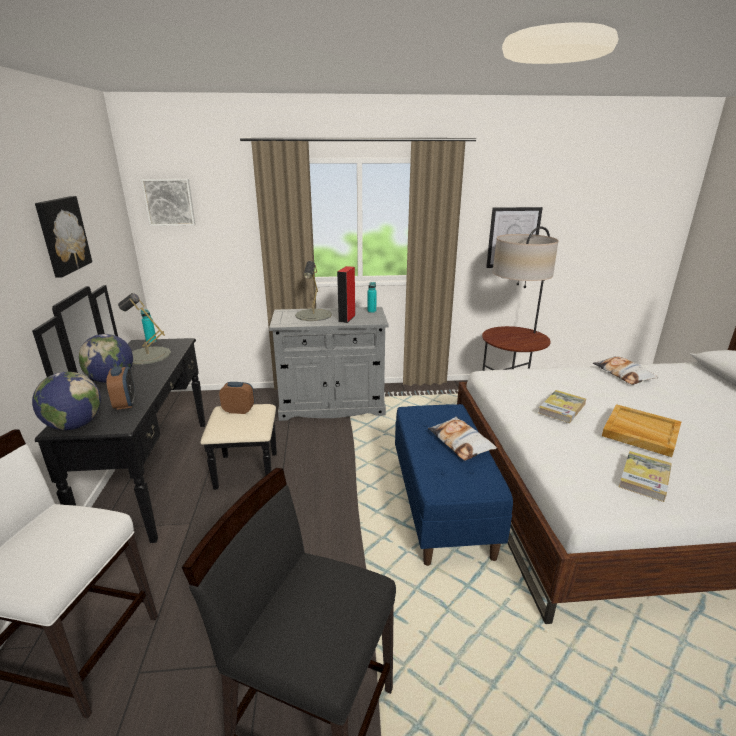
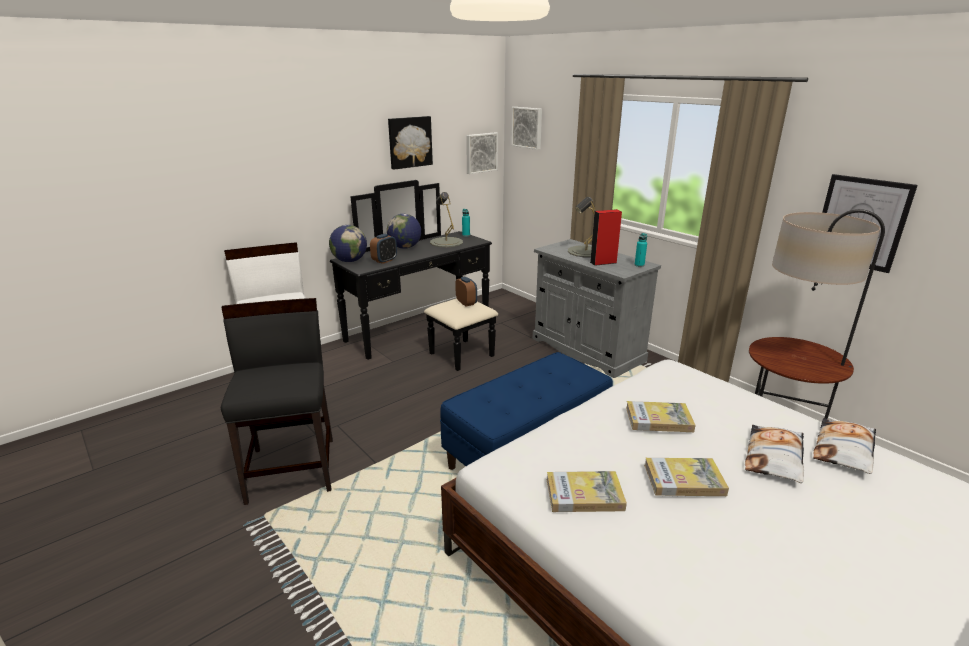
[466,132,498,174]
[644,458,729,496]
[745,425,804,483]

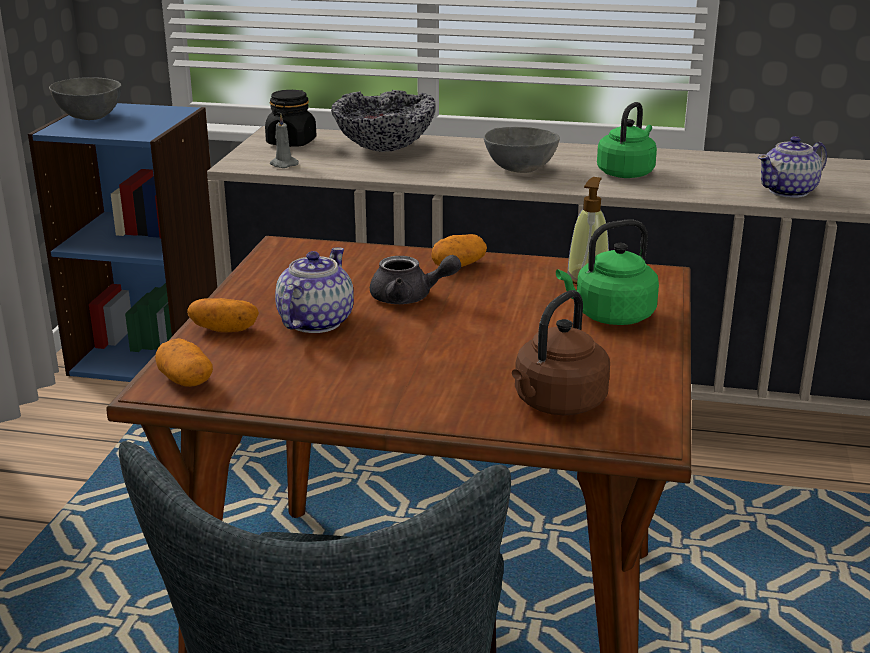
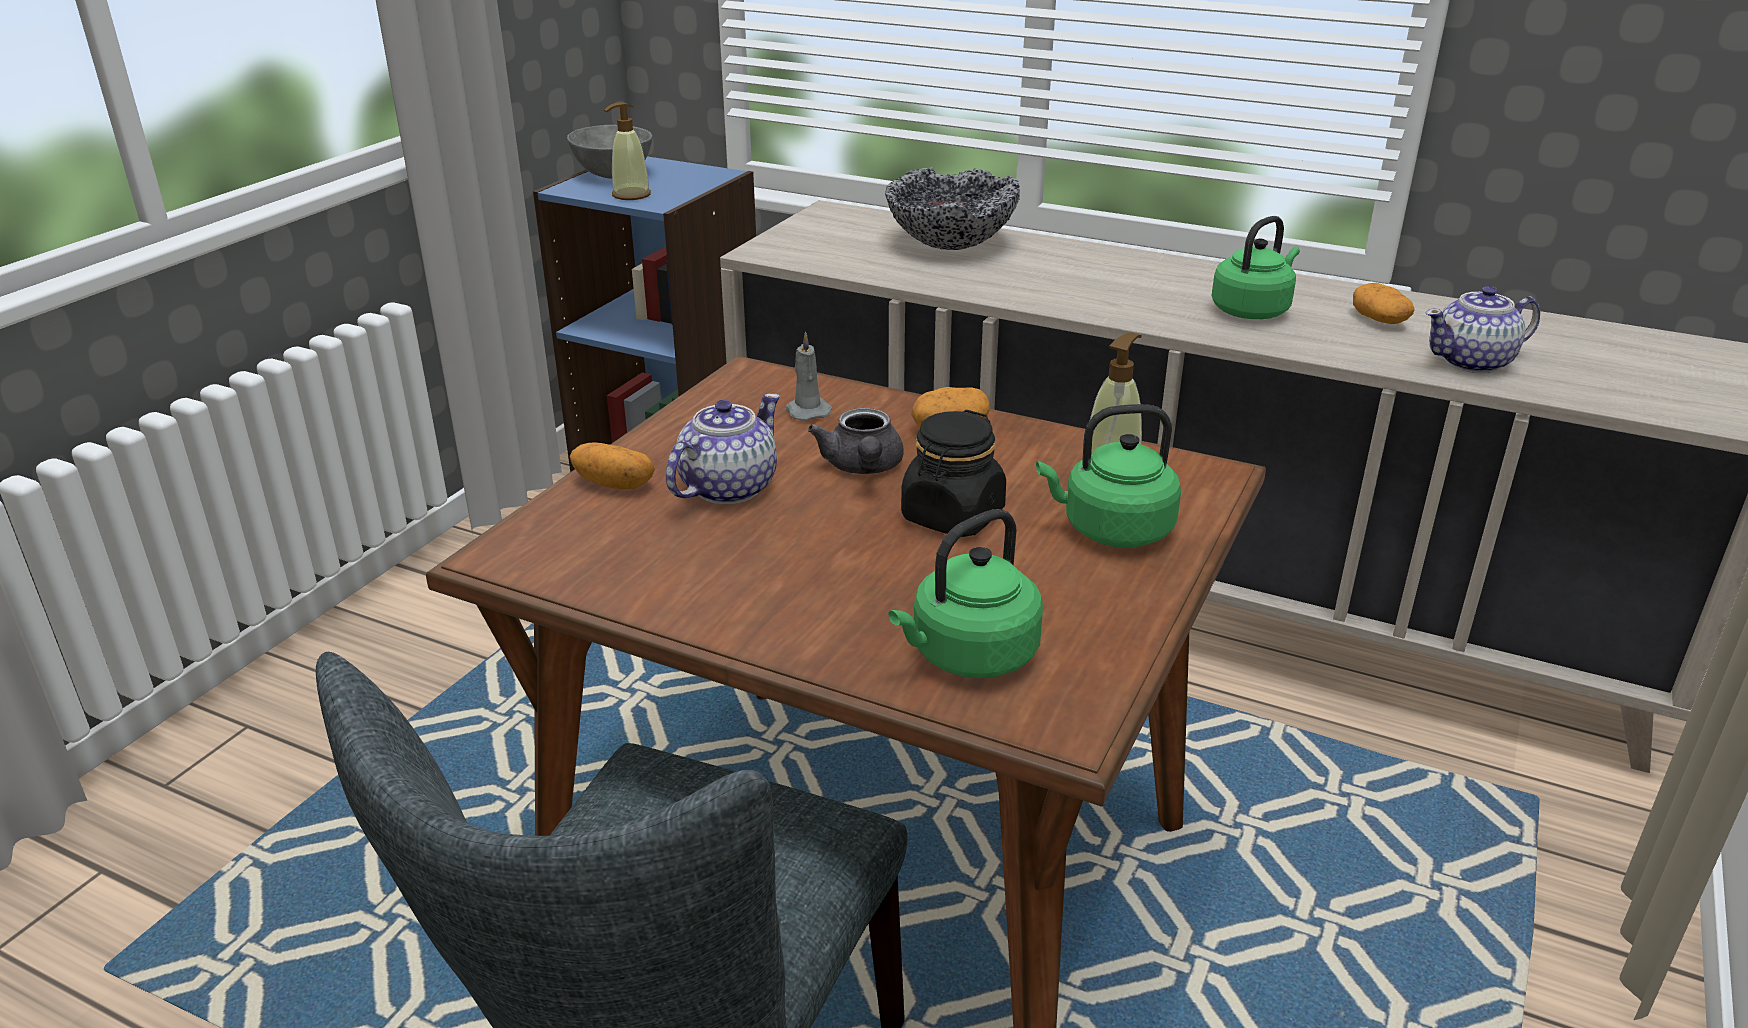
[604,102,651,200]
[786,331,832,421]
[808,408,904,474]
[888,509,1043,678]
[901,410,1006,537]
[1353,283,1415,324]
[484,127,560,173] (first image)

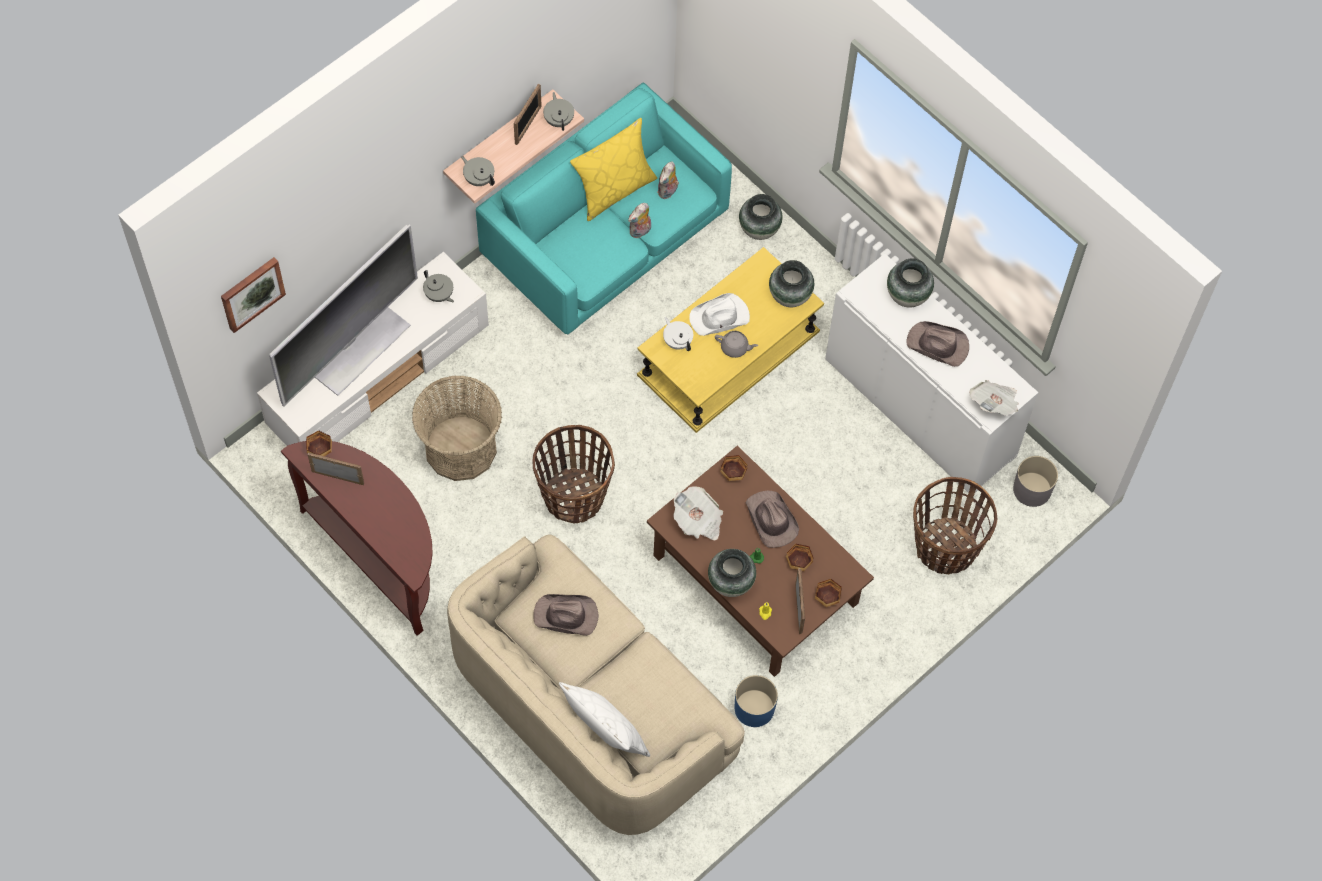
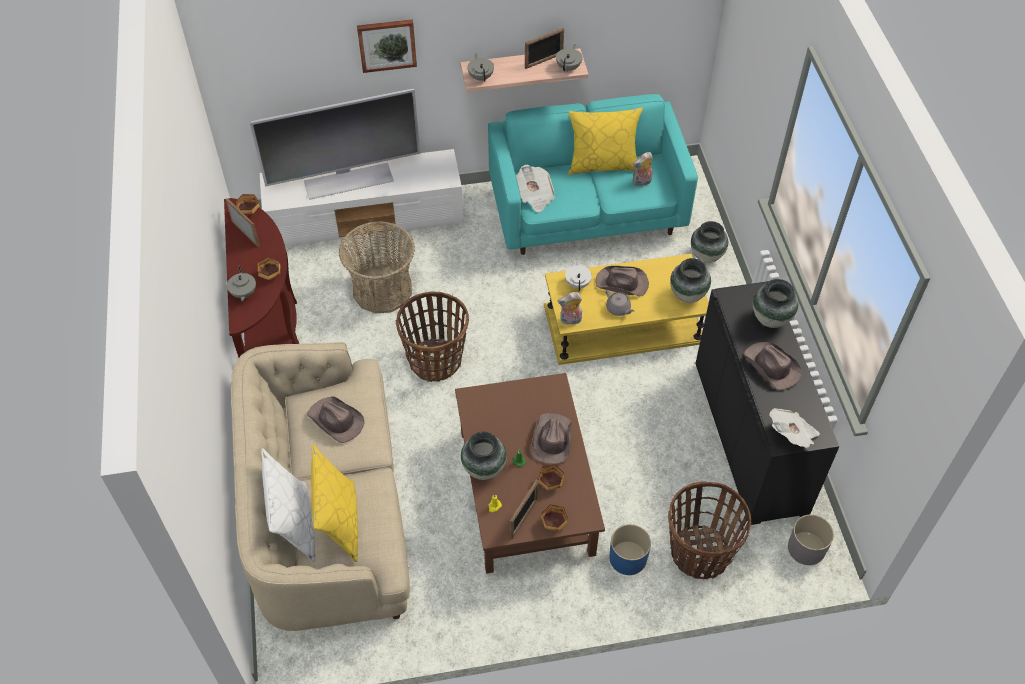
[227,266,256,301]
[257,257,281,280]
[311,444,358,562]
[357,19,417,73]
[516,165,555,212]
[558,292,582,325]
[596,266,649,296]
[609,524,651,575]
[695,281,840,525]

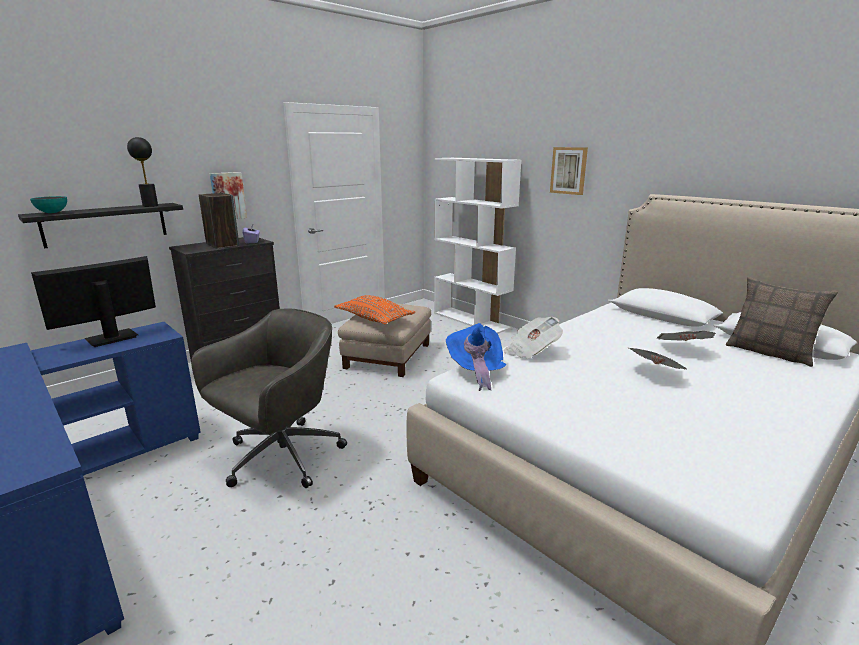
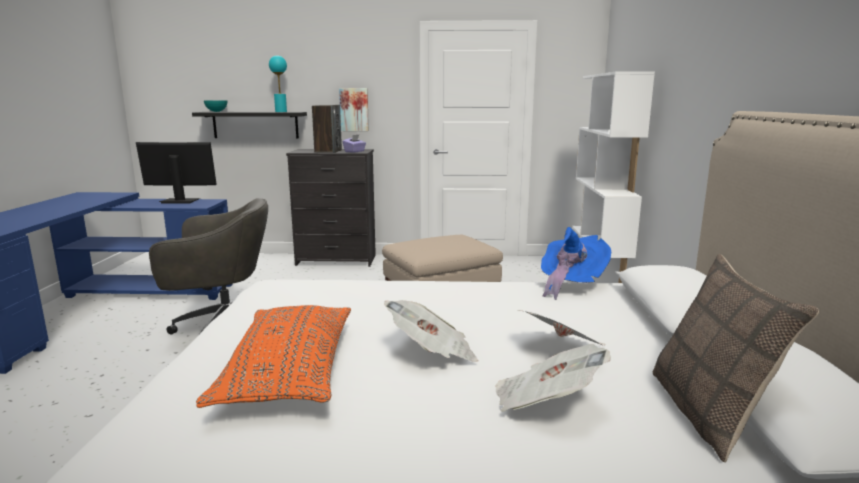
[196,305,351,408]
[269,56,287,112]
[495,344,611,412]
[541,227,611,300]
[550,147,588,195] (first image)

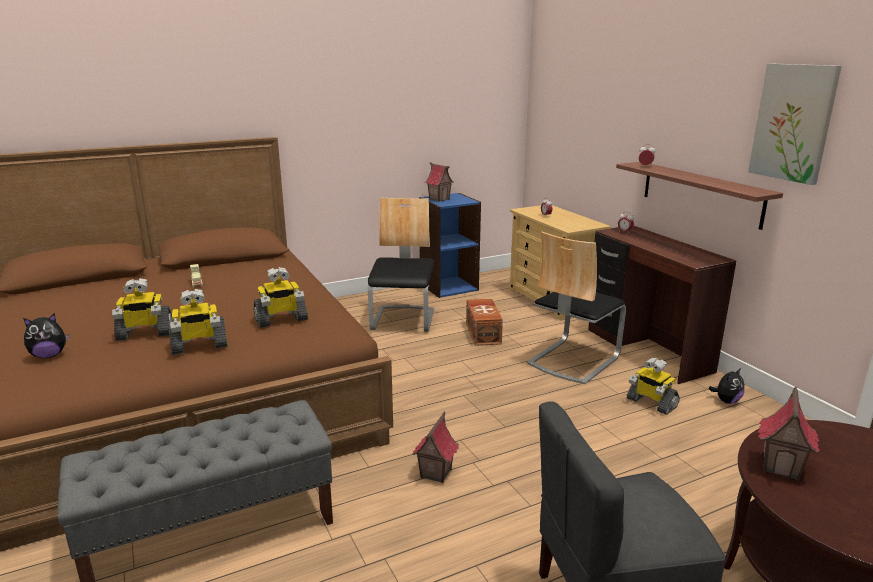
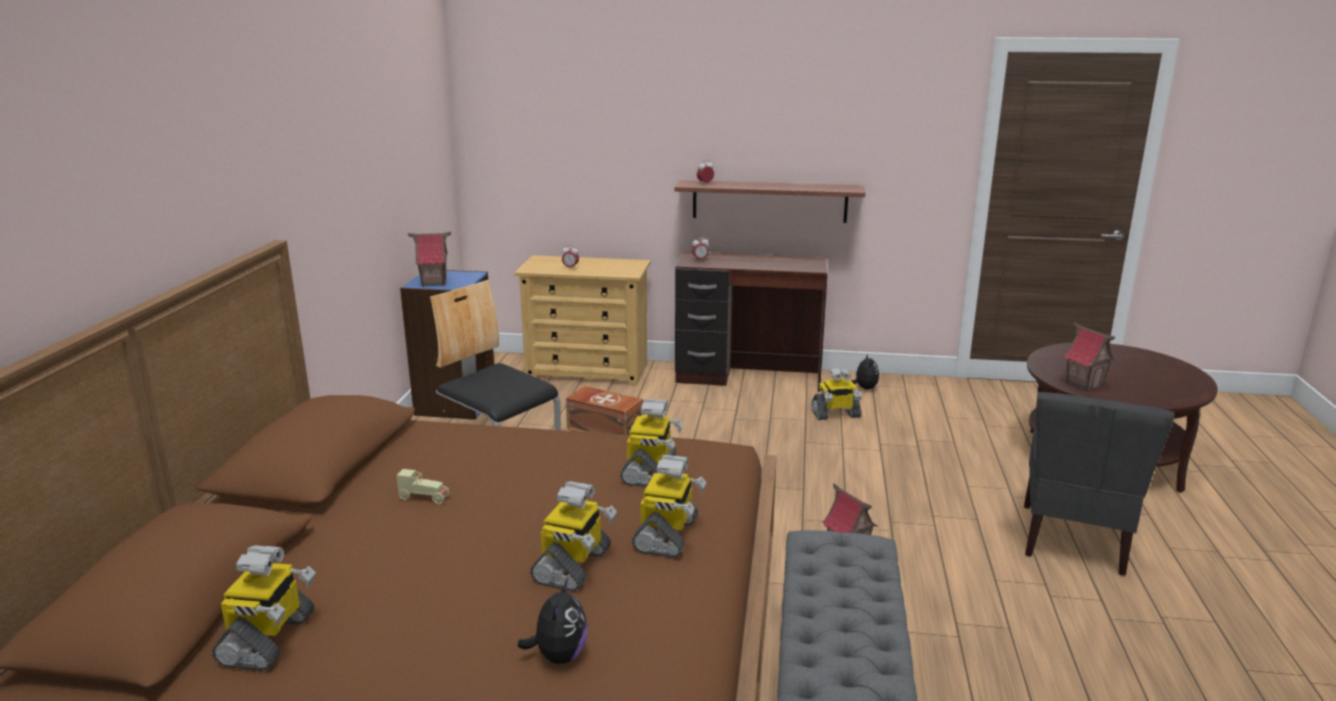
[212,545,316,671]
[527,231,626,384] (first image)
[748,63,842,185] (first image)

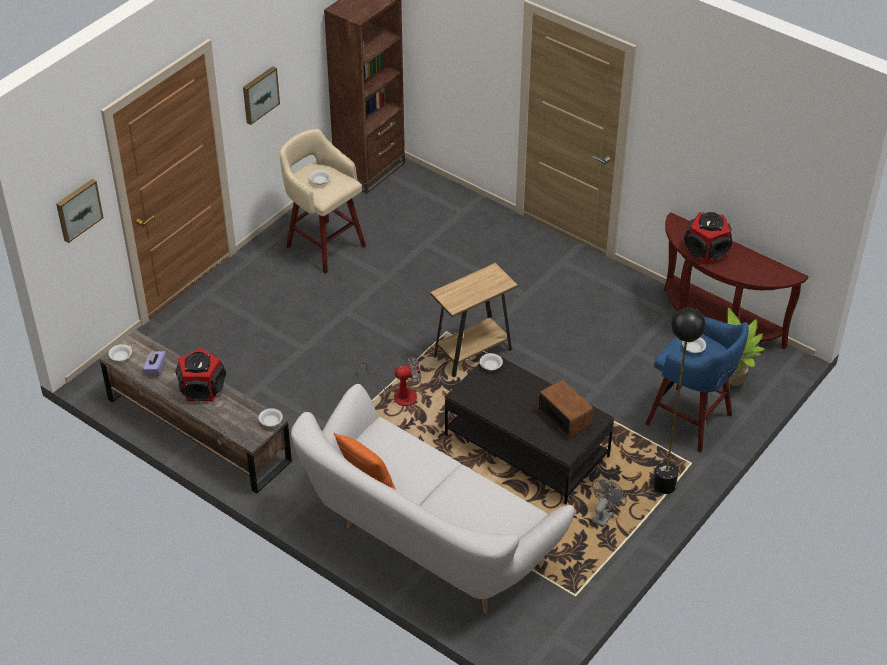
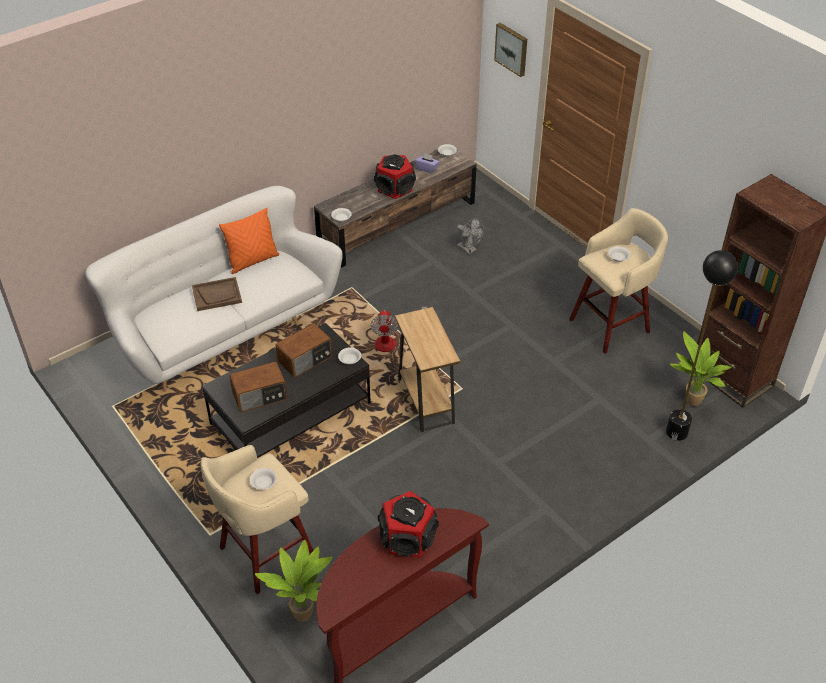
[192,277,242,311]
[201,445,314,594]
[276,323,332,378]
[457,218,484,254]
[666,250,738,440]
[670,331,733,406]
[243,66,280,125] (first image)

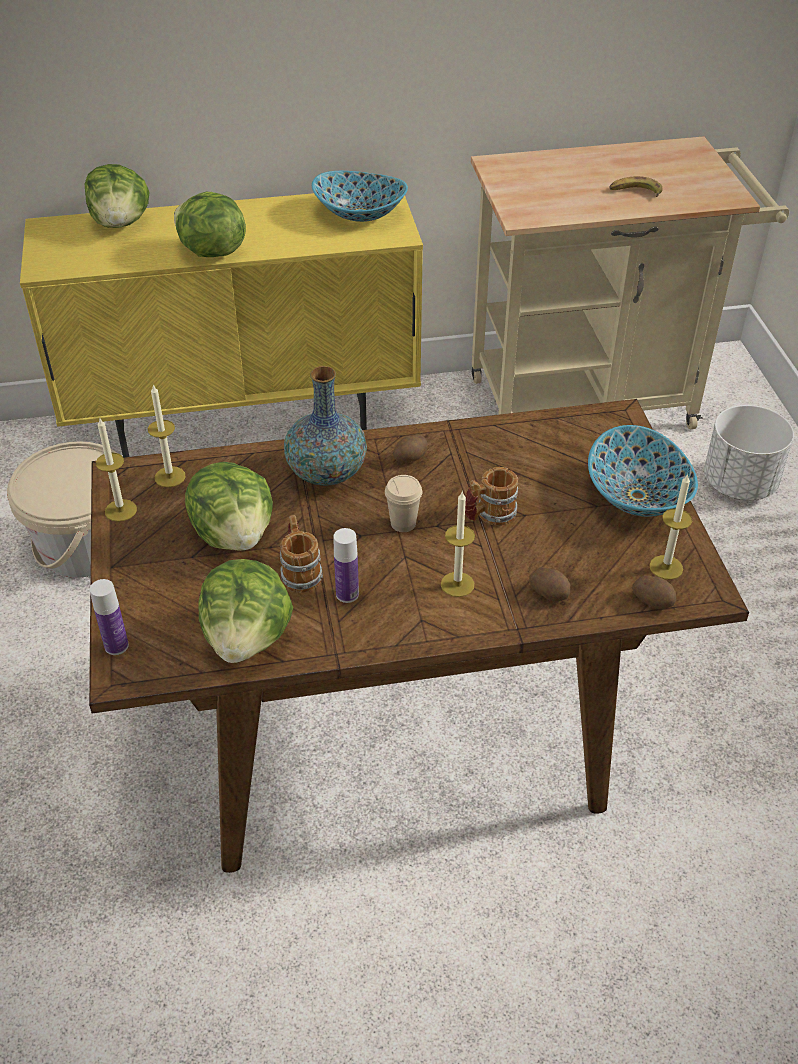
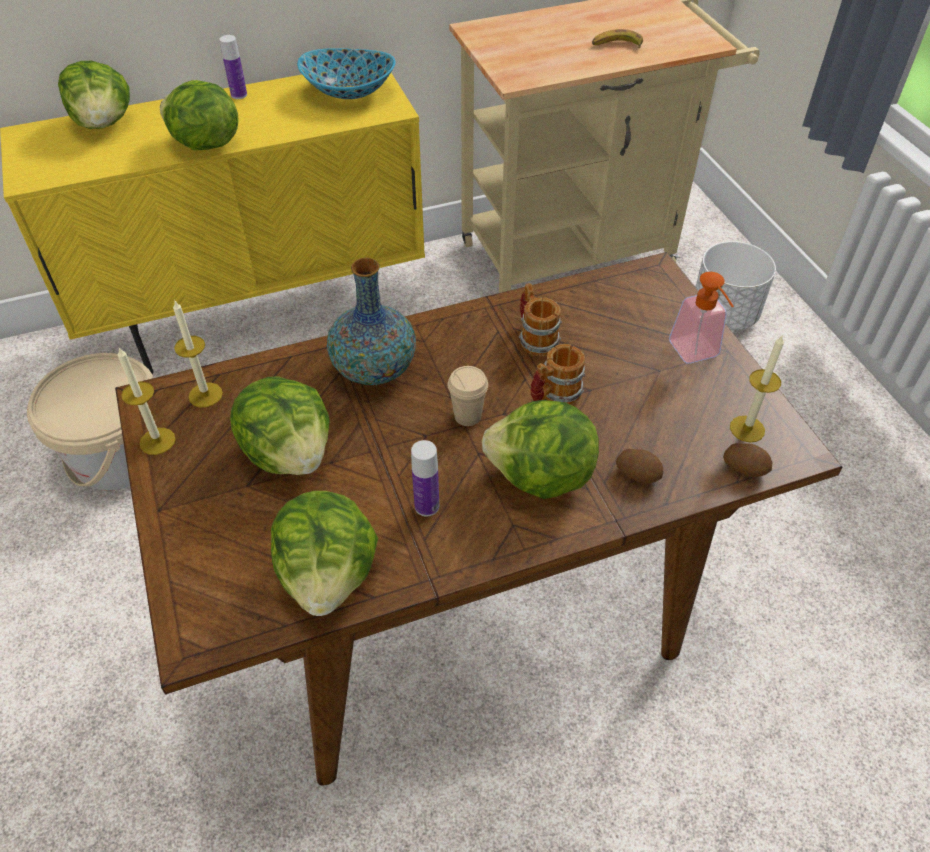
[219,35,247,99]
[482,400,599,499]
[519,283,562,356]
[669,272,734,364]
[393,434,428,463] (first image)

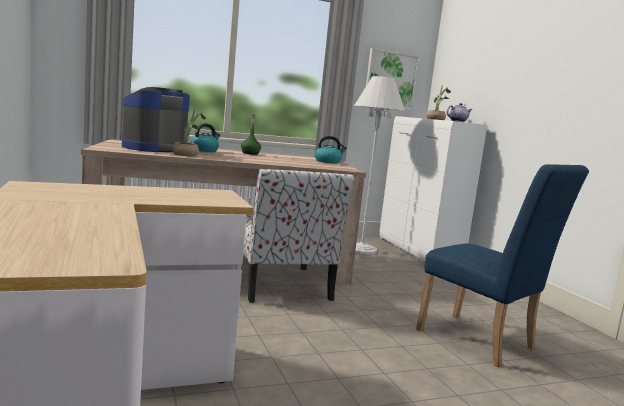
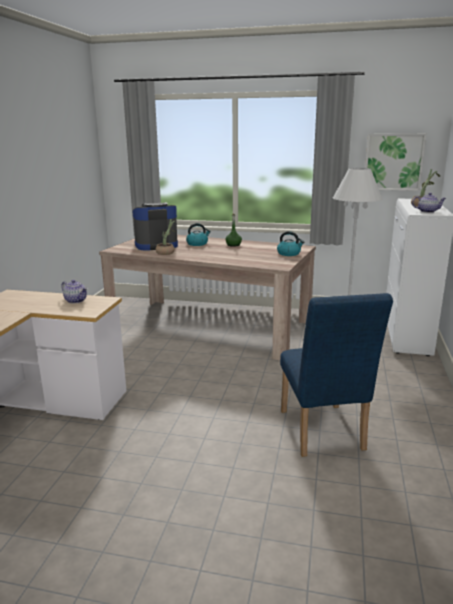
[61,280,87,303]
[243,169,354,303] (first image)

